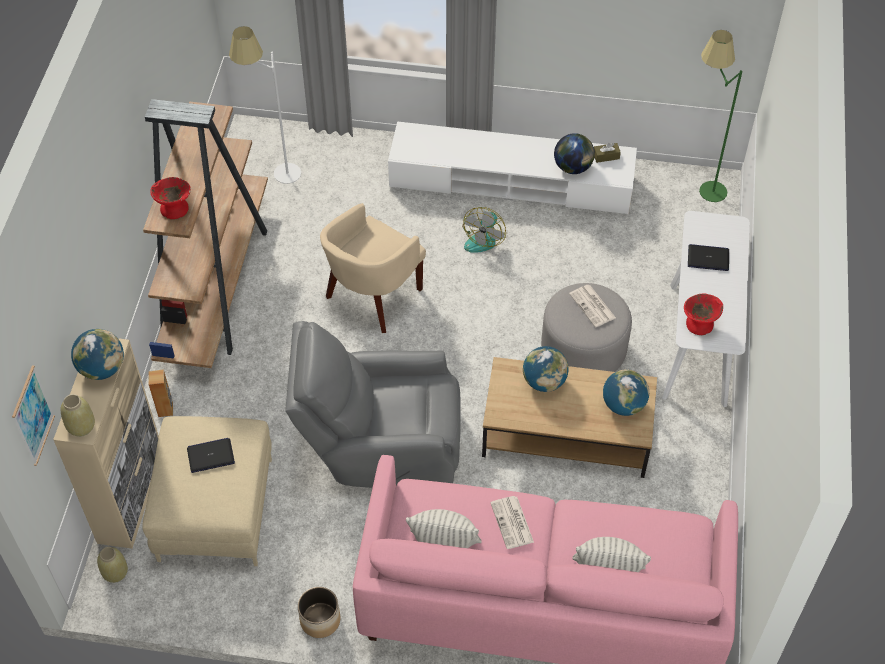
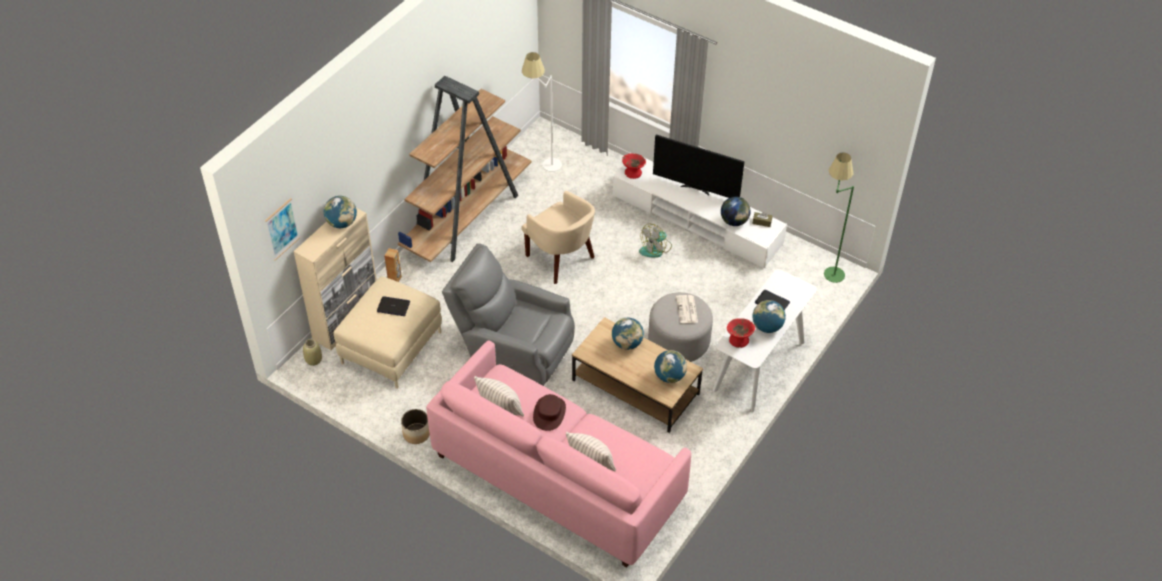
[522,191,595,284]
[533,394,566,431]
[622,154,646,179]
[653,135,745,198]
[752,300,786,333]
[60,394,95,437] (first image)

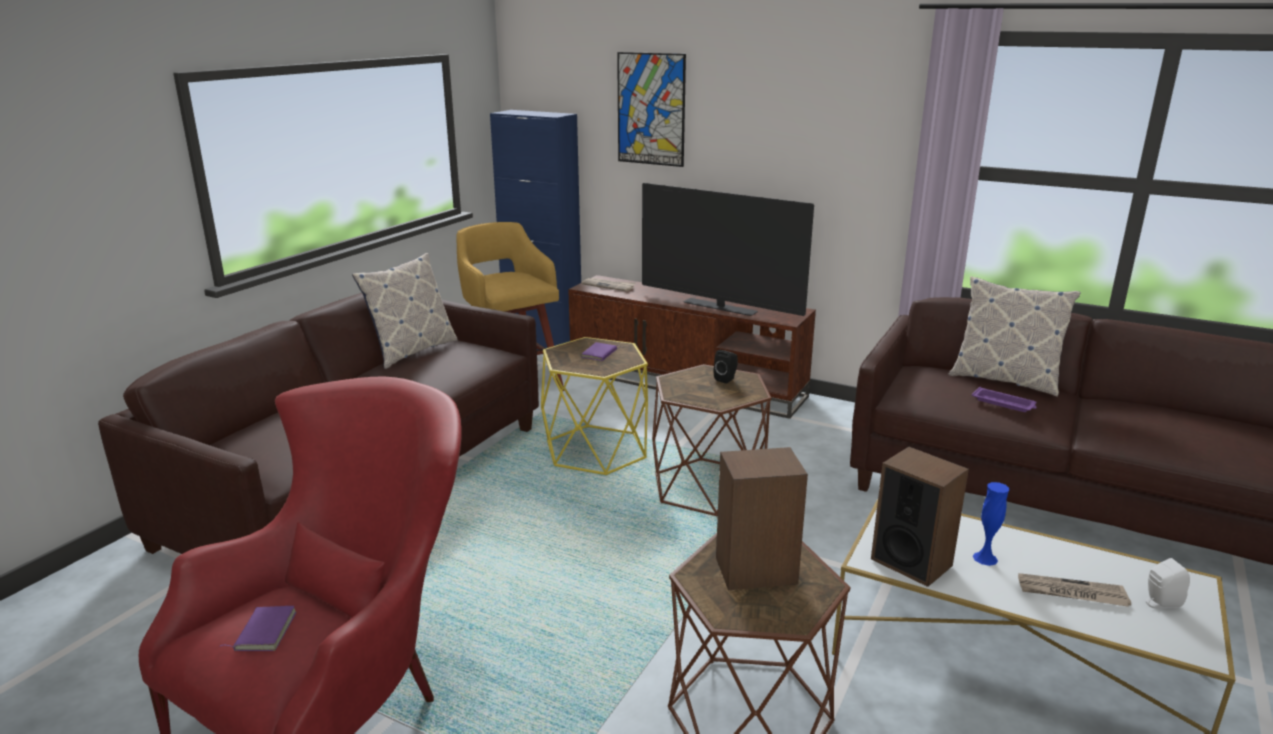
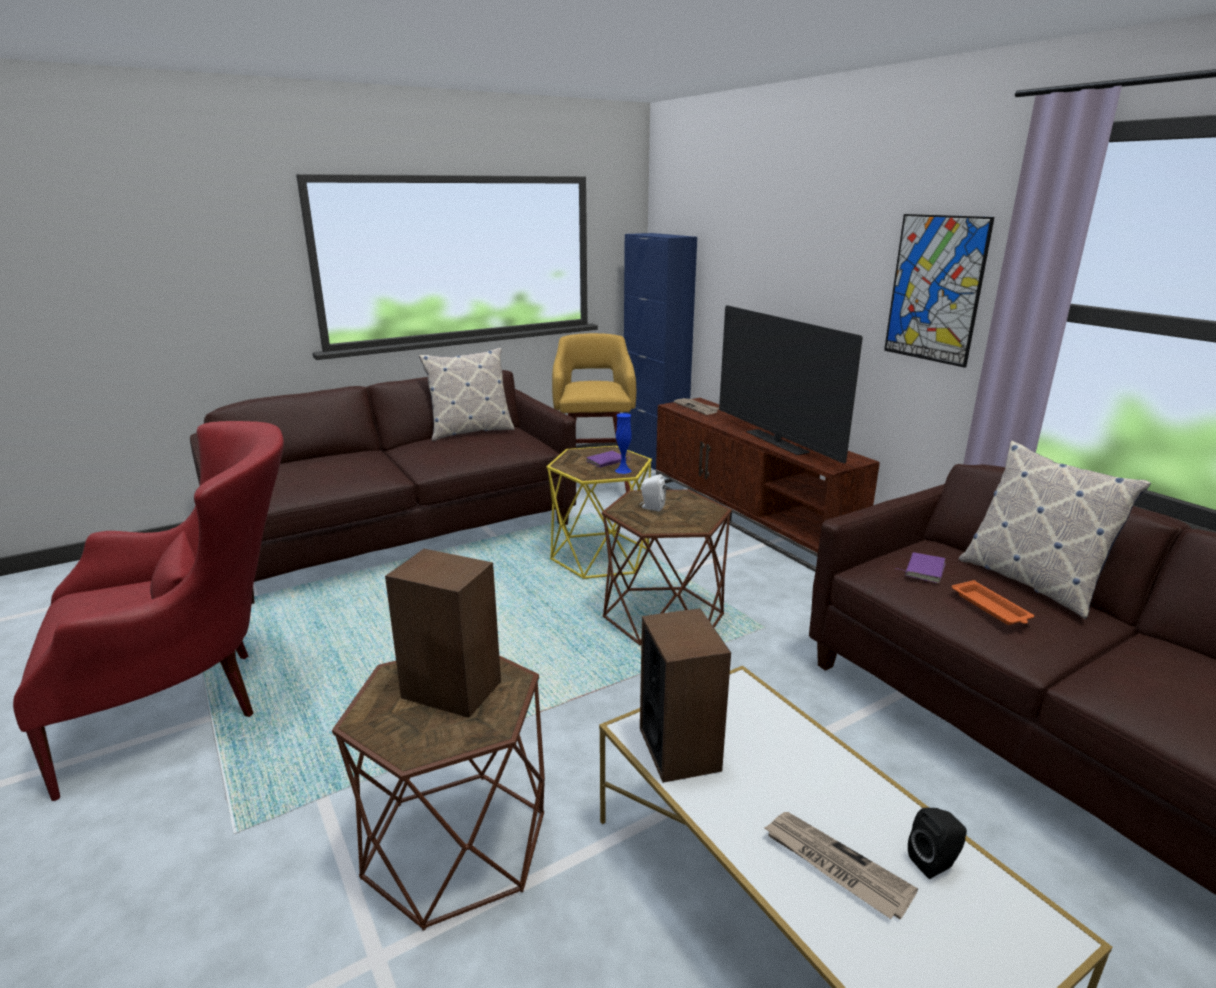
[615,413,632,474]
[640,474,666,511]
[884,214,994,368]
[900,552,946,583]
[908,808,967,879]
[952,580,1034,625]

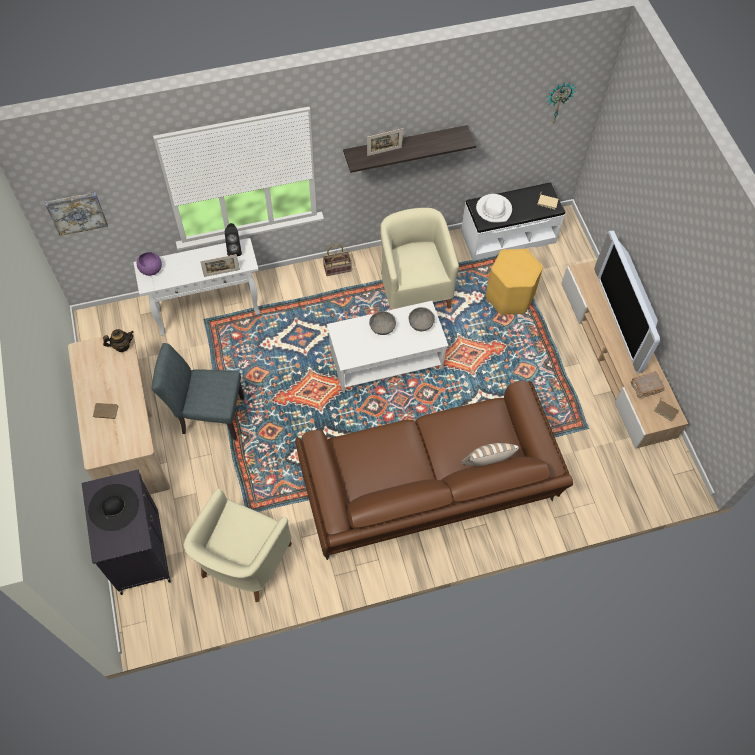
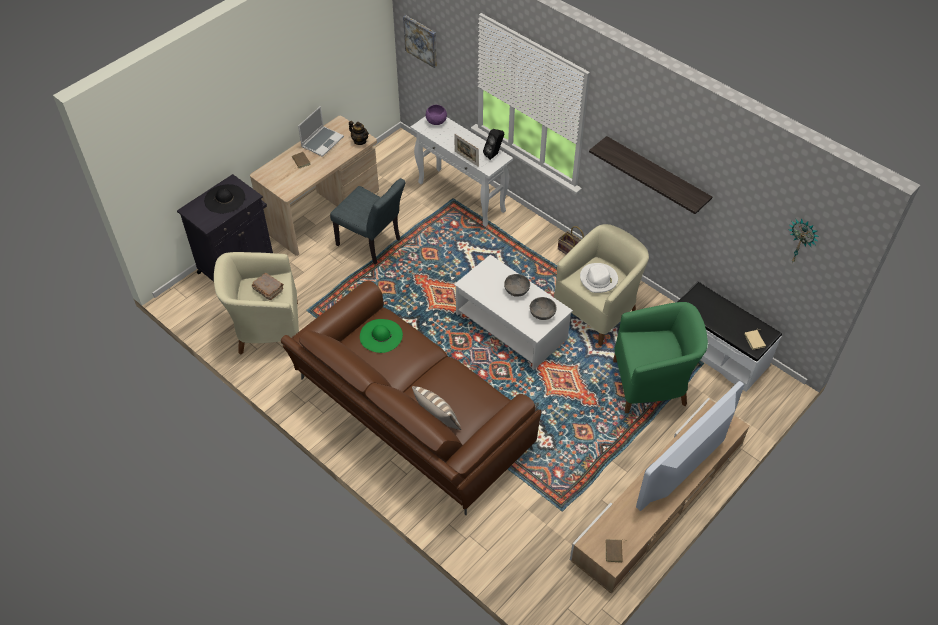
[252,273,284,300]
[298,106,344,157]
[330,178,406,264]
[360,319,403,353]
[580,263,618,293]
[613,302,708,413]
[367,128,403,156] (first image)

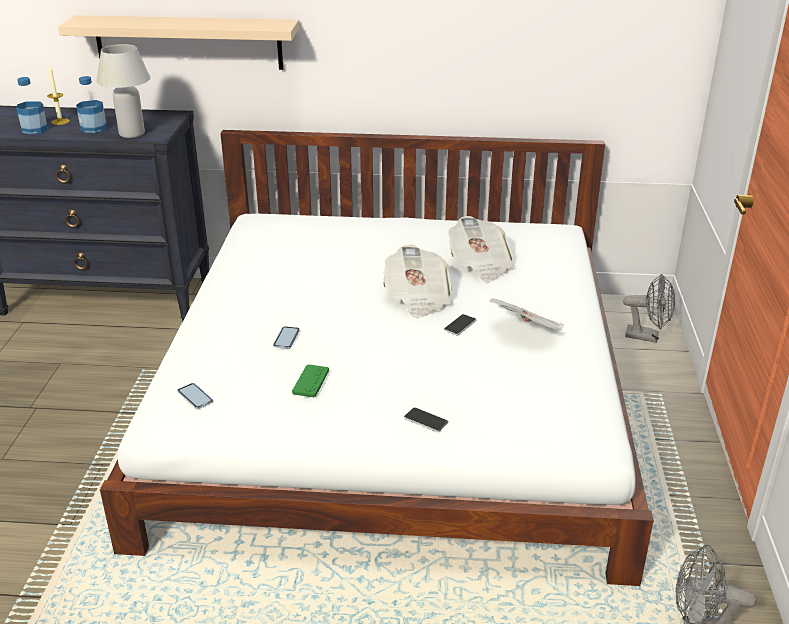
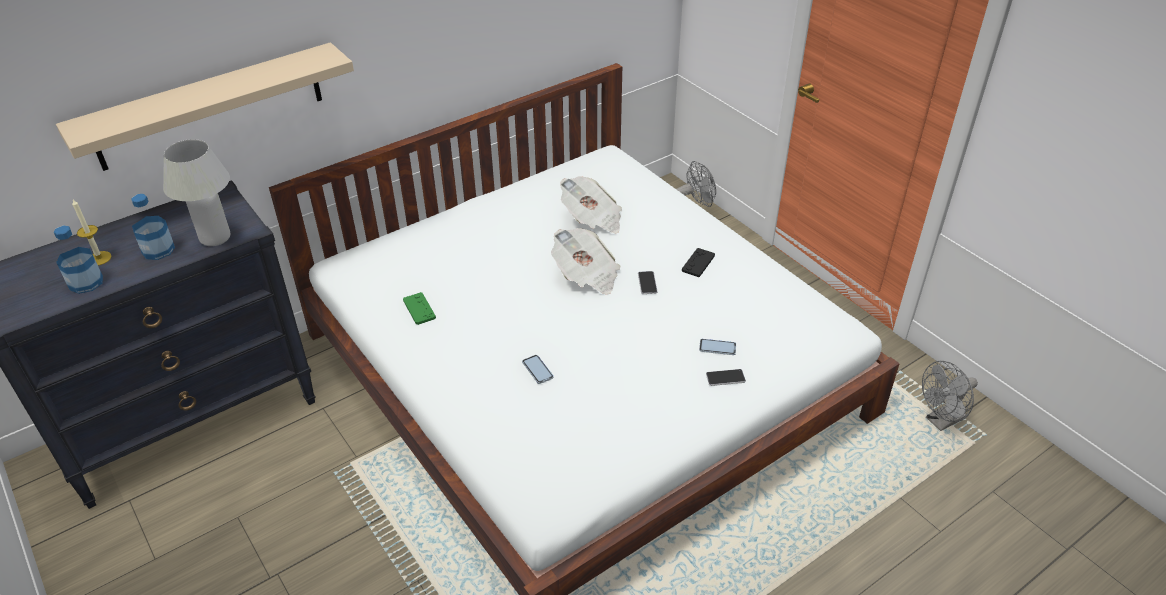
[403,292,436,325]
[682,248,715,277]
[699,339,736,355]

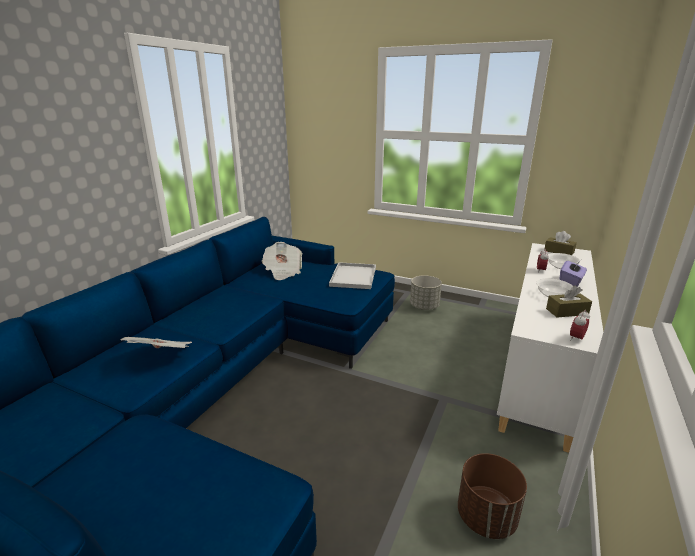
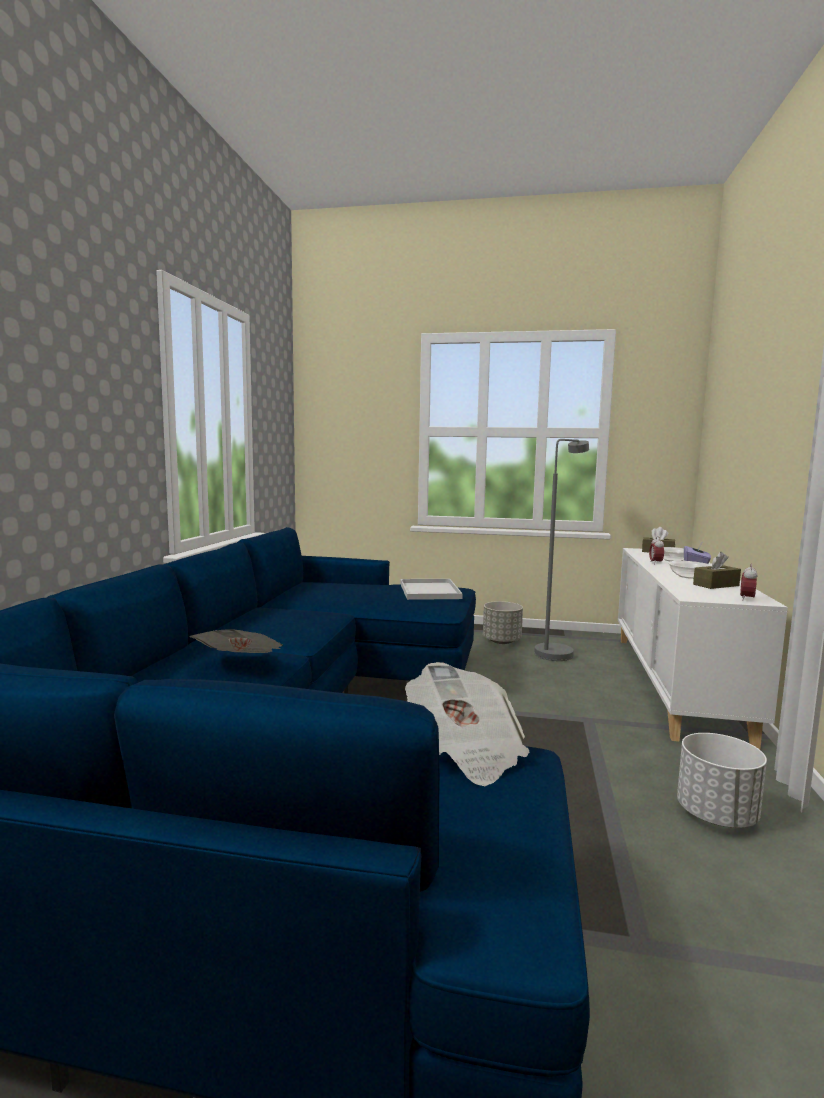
[405,662,530,786]
[534,439,589,661]
[677,733,767,828]

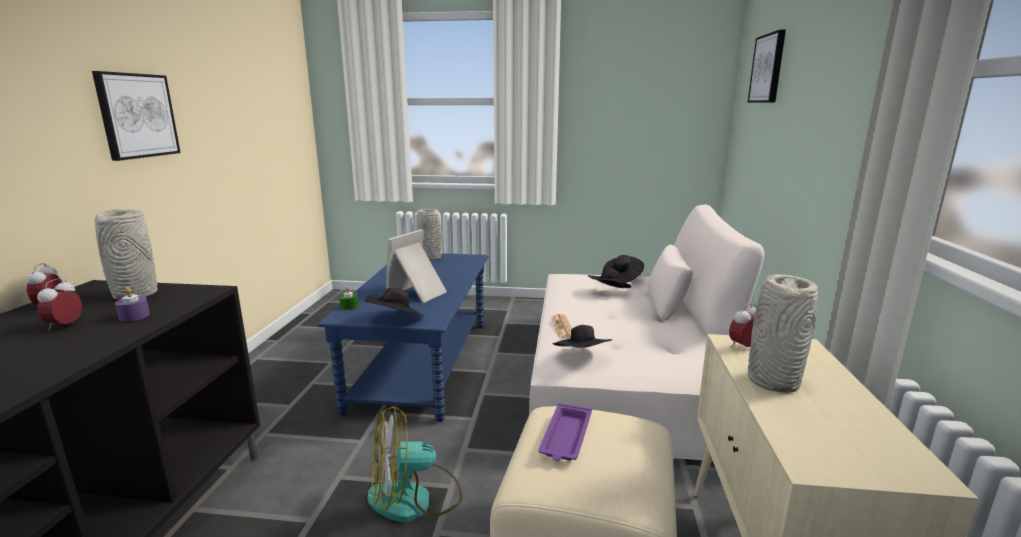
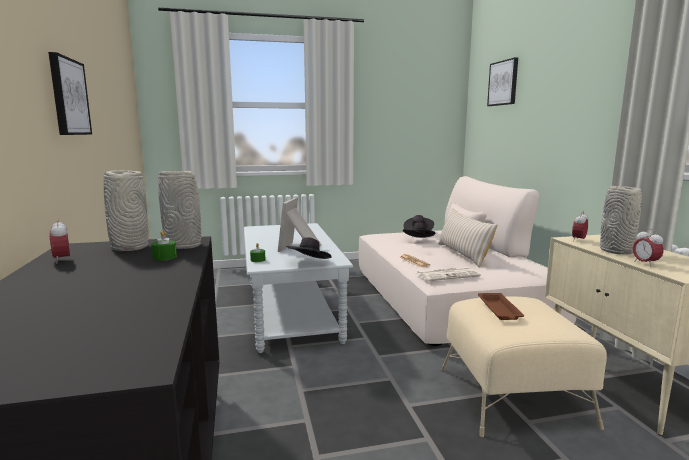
[151,231,177,261]
[158,171,201,249]
[244,223,353,353]
[417,267,481,281]
[438,208,498,268]
[478,293,524,320]
[633,228,664,267]
[367,406,463,522] (first image)

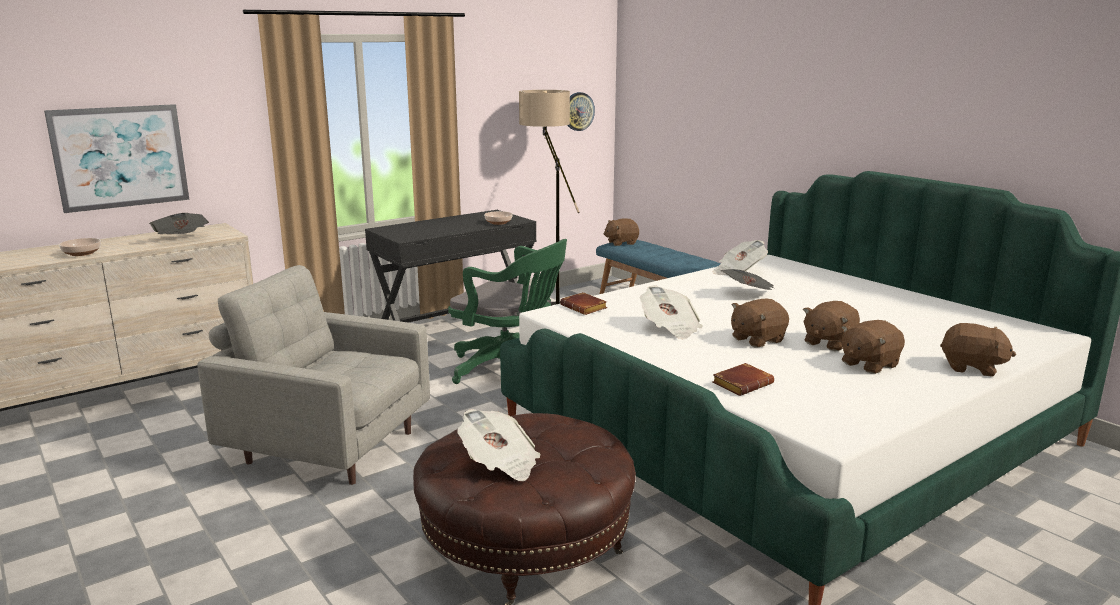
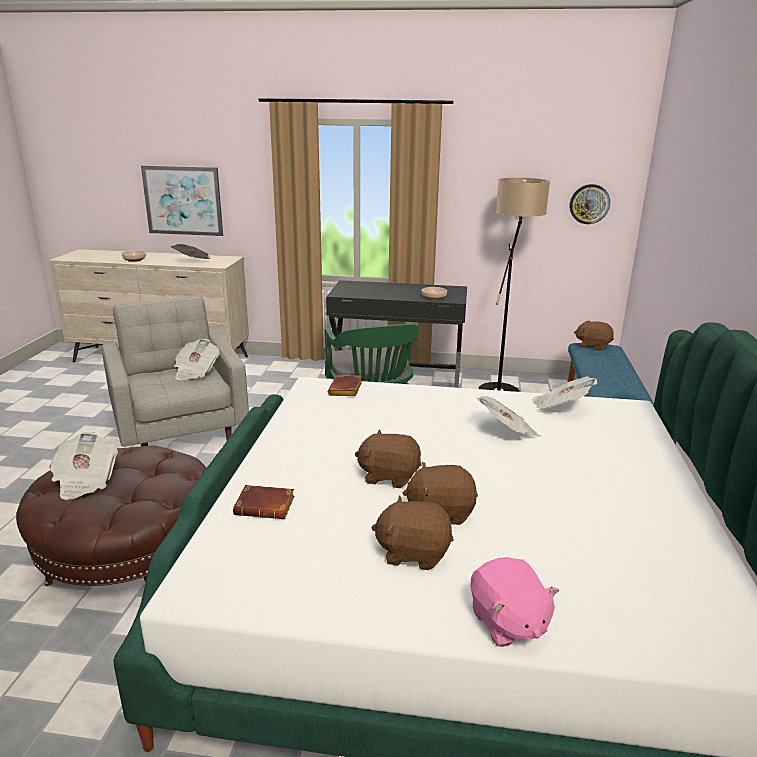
[174,339,220,380]
[470,557,559,647]

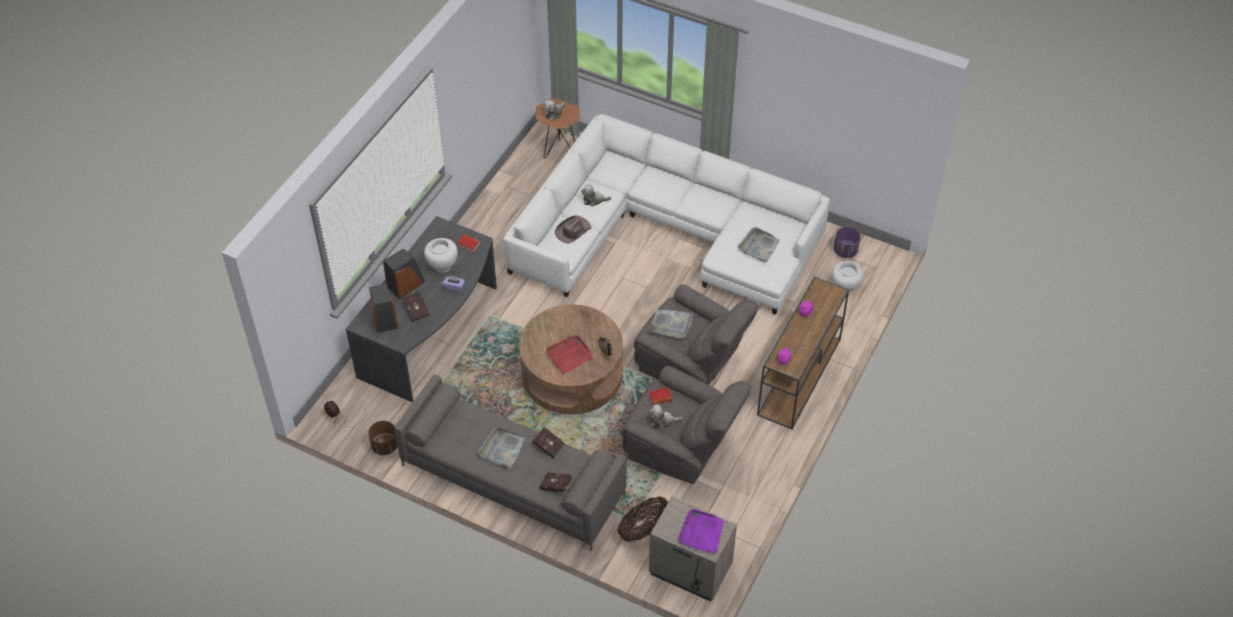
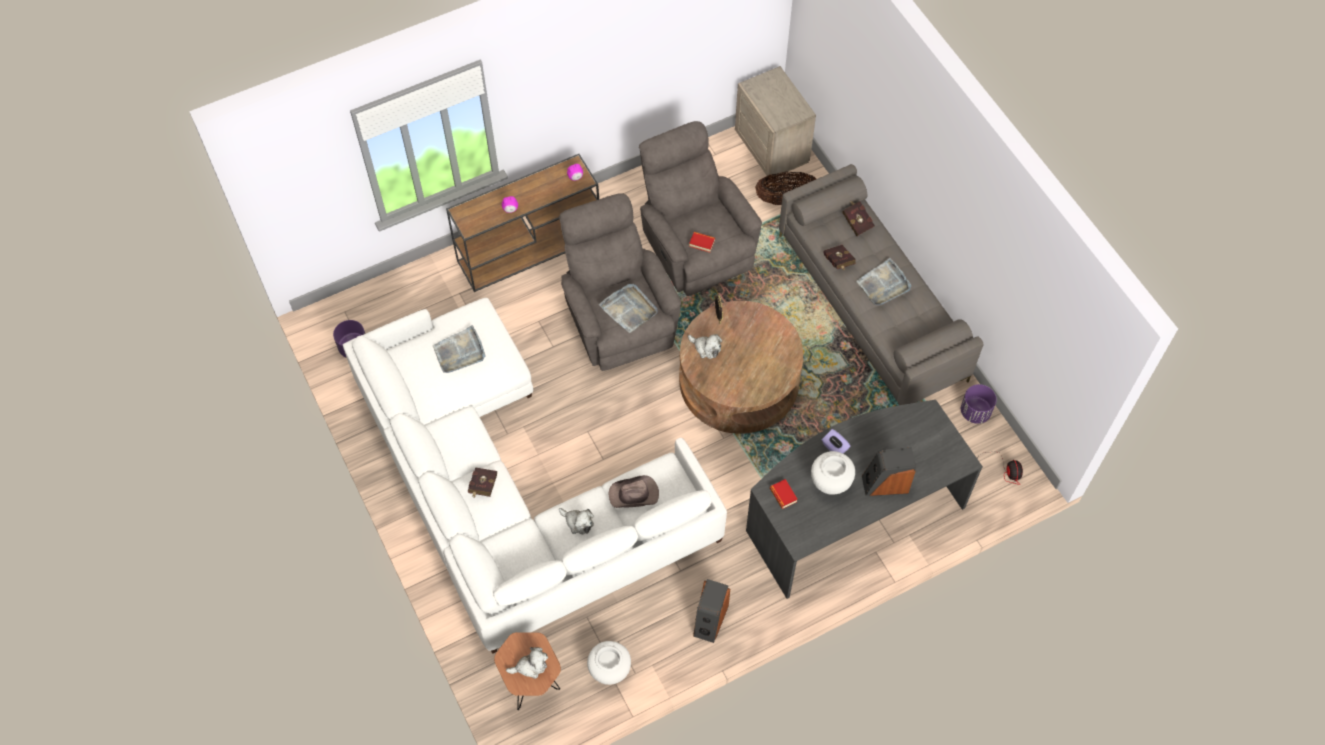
[468,468,497,498]
[587,641,631,685]
[688,334,722,359]
[693,579,730,643]
[961,384,997,424]
[546,335,593,374] (first image)
[678,509,724,554] (first image)

